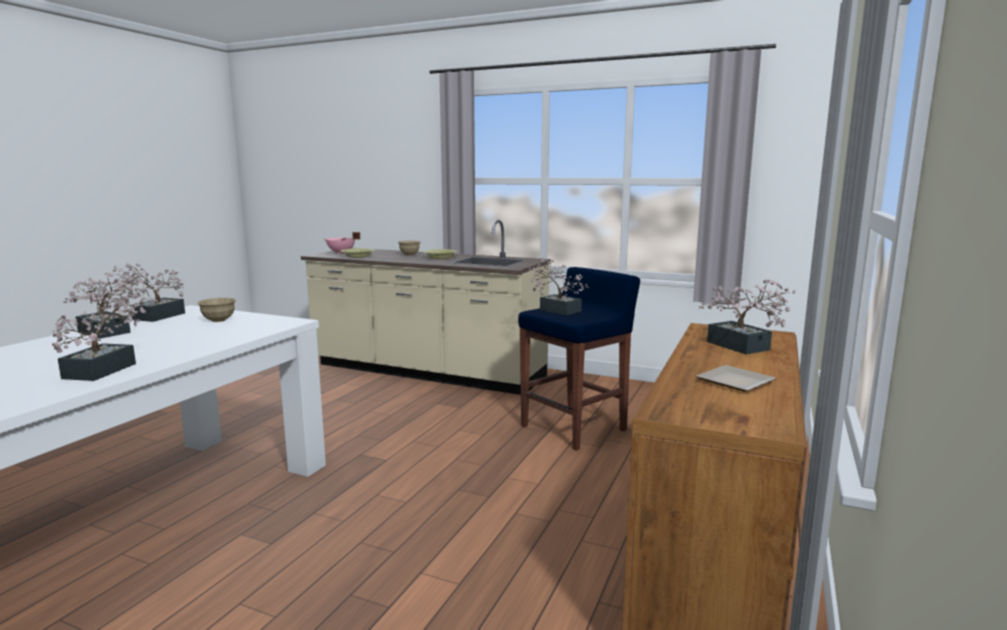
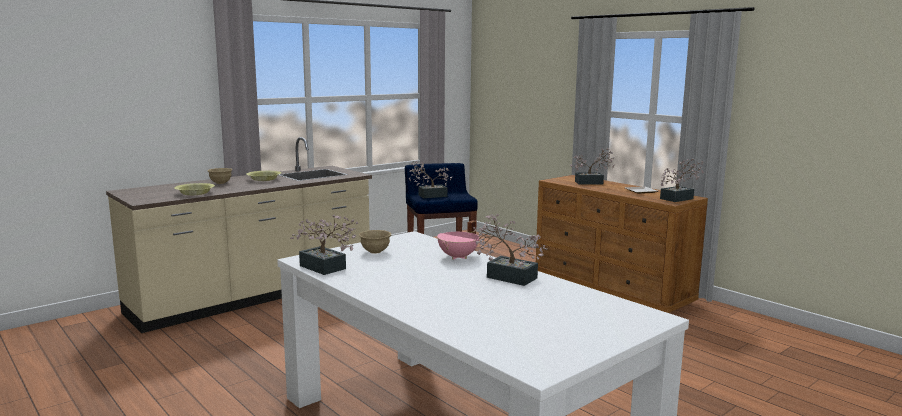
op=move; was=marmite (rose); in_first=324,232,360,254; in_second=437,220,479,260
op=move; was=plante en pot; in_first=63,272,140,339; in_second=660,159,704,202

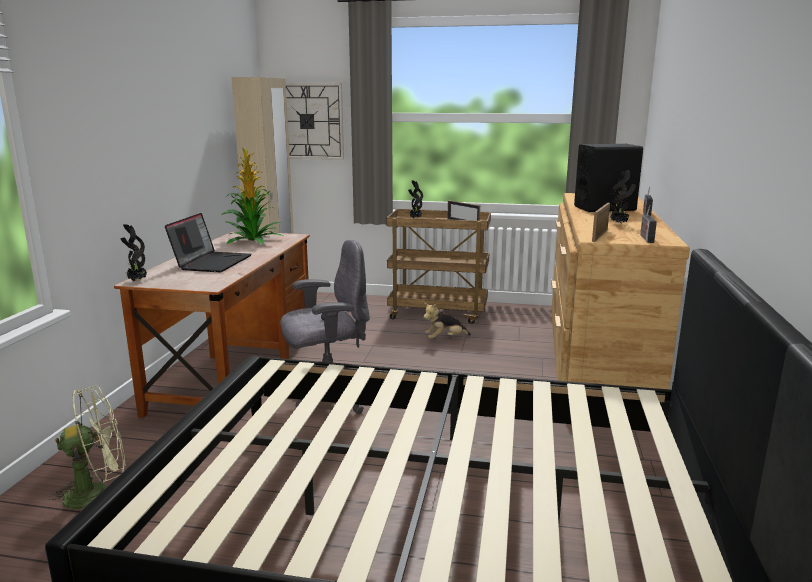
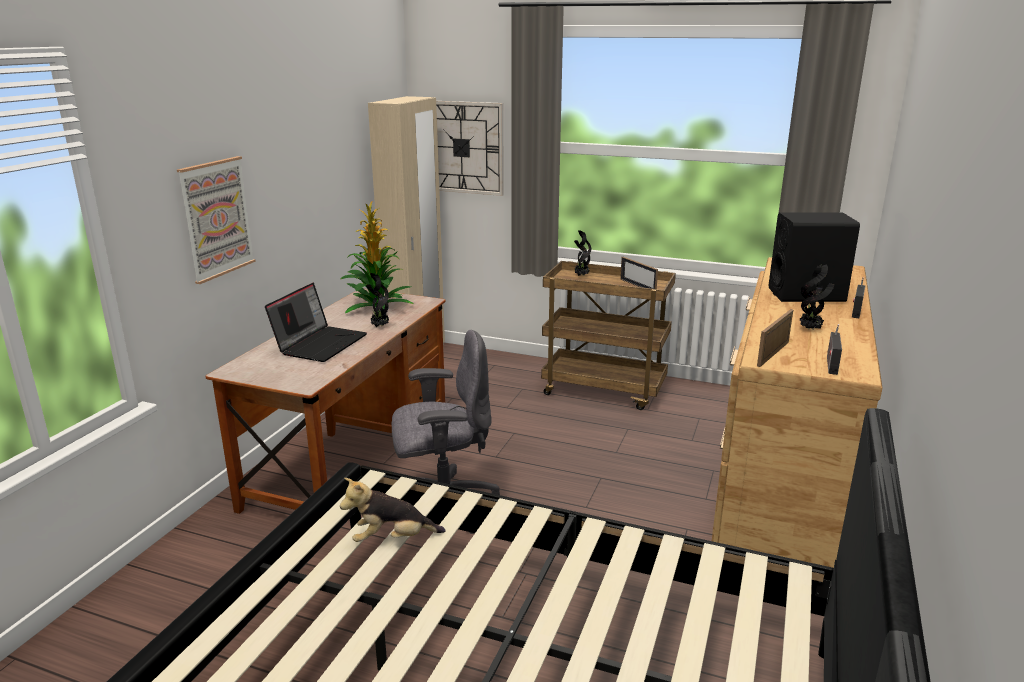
op=move; was=plante en pot; in_first=120,224,147,281; in_second=366,273,389,327
op=move; was=peluche; in_first=423,303,471,339; in_second=340,478,446,542
op=delete; was=ventilateur (vert); in_first=49,386,125,509
op=insert; now=tableau; in_second=177,156,256,284

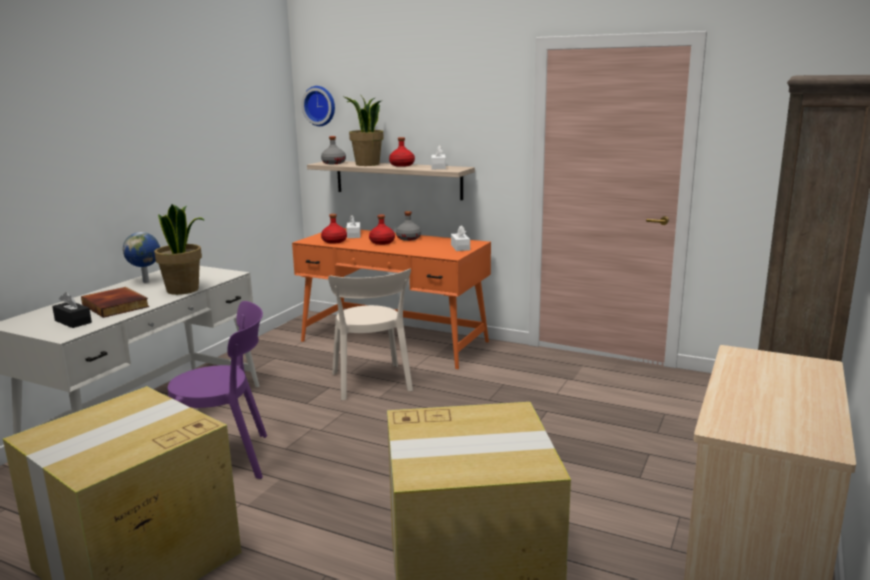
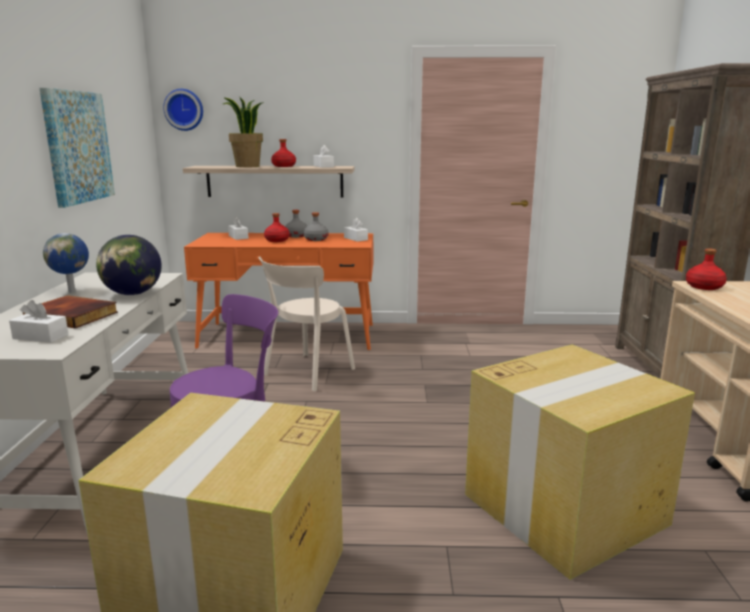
op=move; was=bouteille (gris); in_first=321,136,346,164; in_second=303,212,329,241
op=replace; was=plante en pot; now=globe; in_first=154,204,205,295; in_second=96,235,162,295
op=move; was=bouteille (rouge); in_first=321,214,347,244; in_second=686,248,727,290
op=rotate; was=chaise (beige); in_first=328,268,413,401; in_second=258,256,355,392; clockwise=75
op=recolor; was=boîte à mouchoirs (noir); now=boîte à mouchoirs (blanc); in_first=52,292,92,328; in_second=9,300,69,343
op=insert; now=tableau; in_second=39,88,115,208

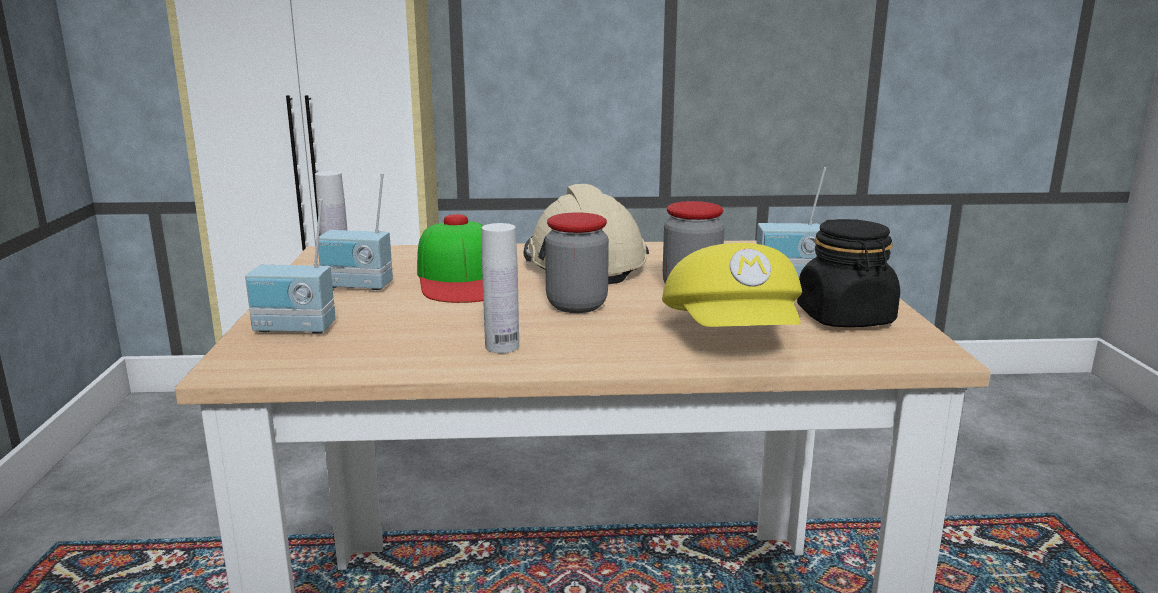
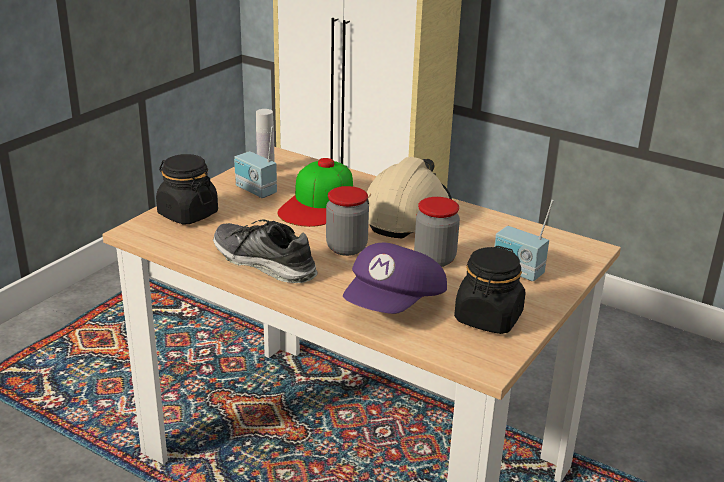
op=replace; was=radio; now=bocal (noir); in_first=245,199,336,333; in_second=156,154,218,224
op=replace; was=bouteille (blanc); now=chaussure; in_first=482,223,519,353; in_second=213,219,318,283
op=recolor; was=casquette (jaune); now=casquette (violet); in_first=662,243,802,327; in_second=343,243,447,314

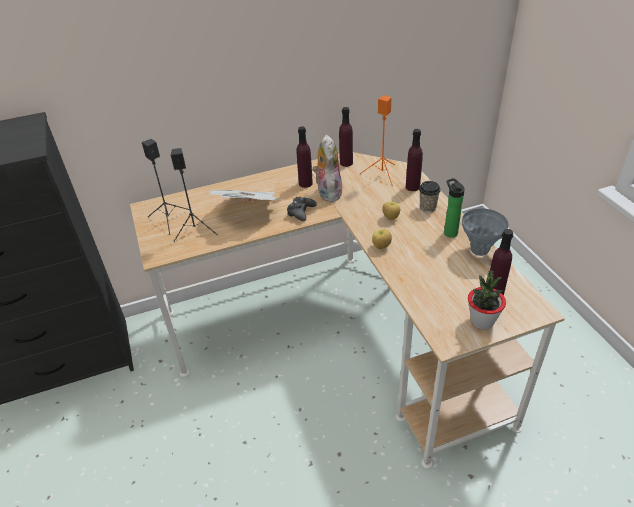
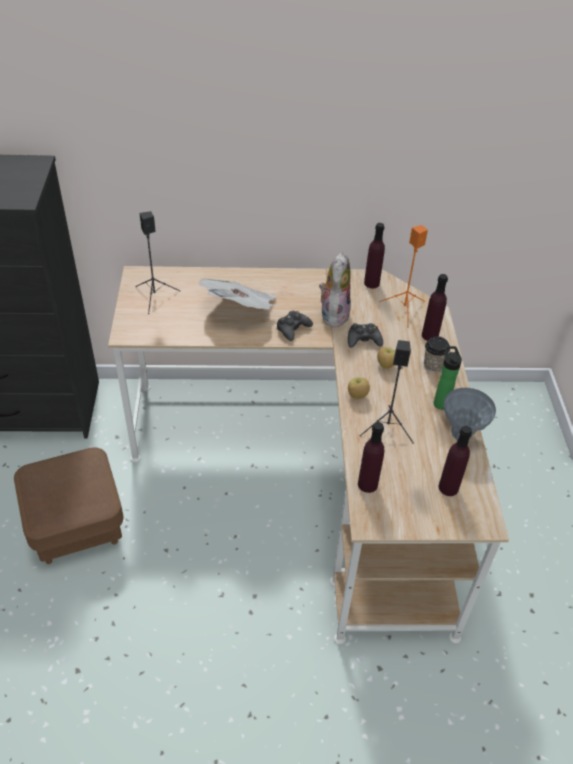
op=move; was=bouteille (violet); in_first=296,126,313,188; in_second=358,422,384,493
op=move; was=enceinte (noir); in_first=171,148,218,242; in_second=360,340,414,444
op=delete; was=plante en pot; in_first=468,271,506,330
op=insert; now=manette (noir); in_second=348,323,383,348
op=insert; now=pouf (marron); in_second=14,447,124,564

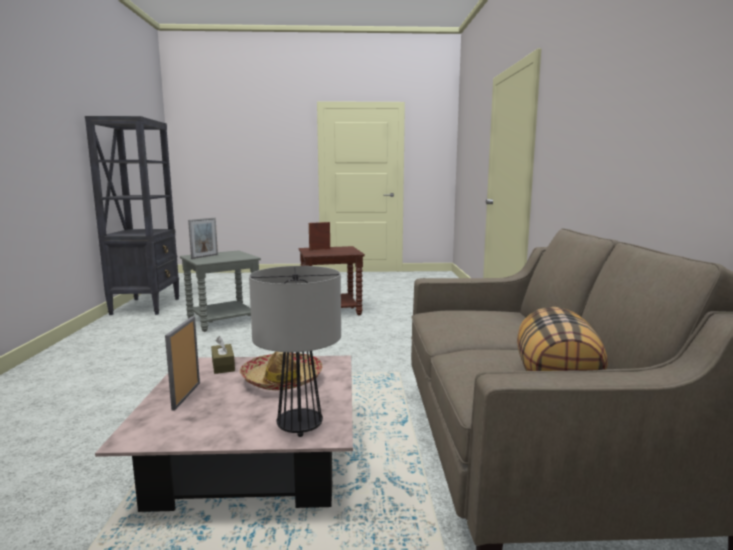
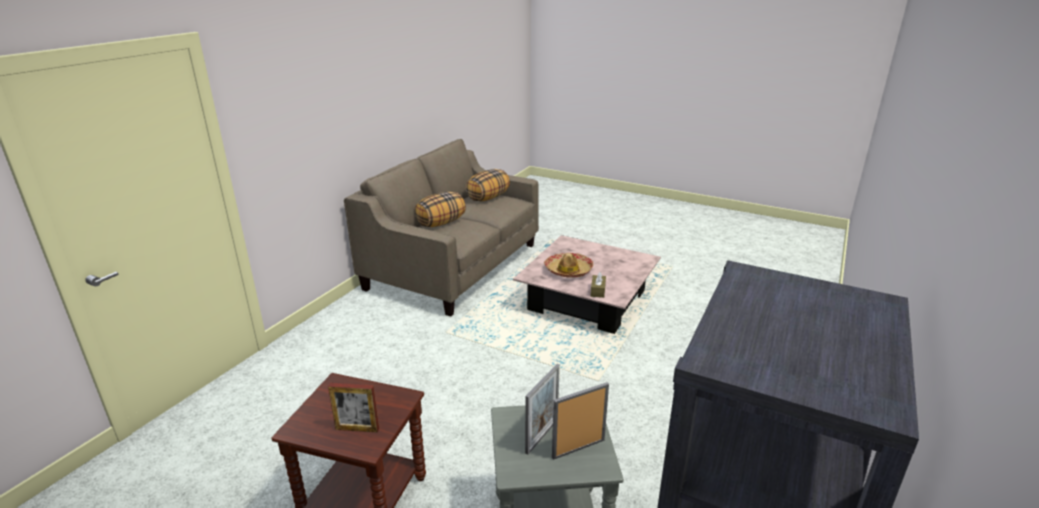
op=delete; was=lampe de table; in_first=249,266,341,437
op=move; was=cadre photo; in_first=165,316,200,411; in_second=525,364,560,455
op=insert; now=coussin; in_second=415,192,466,227

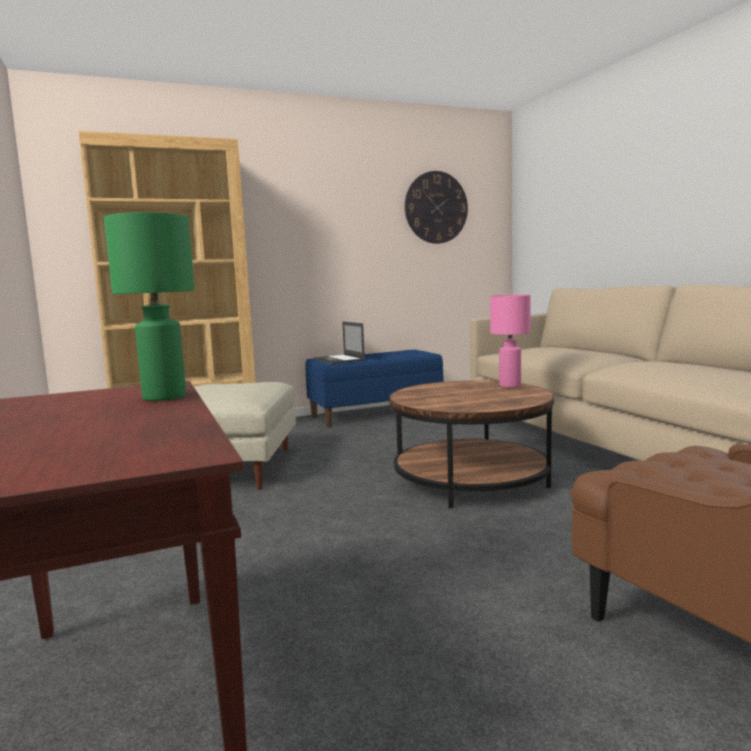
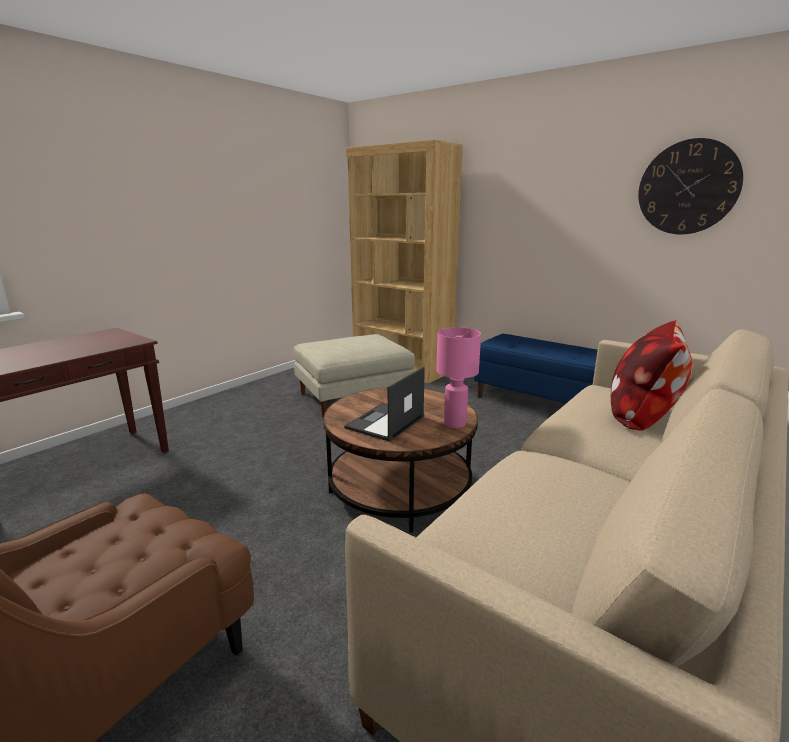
op=delete; was=lampe de table (vert); in_first=104,212,195,401
op=move; was=ordinateur portable; in_first=314,321,365,364; in_second=344,367,425,442
op=insert; now=coussin; in_second=611,320,693,431

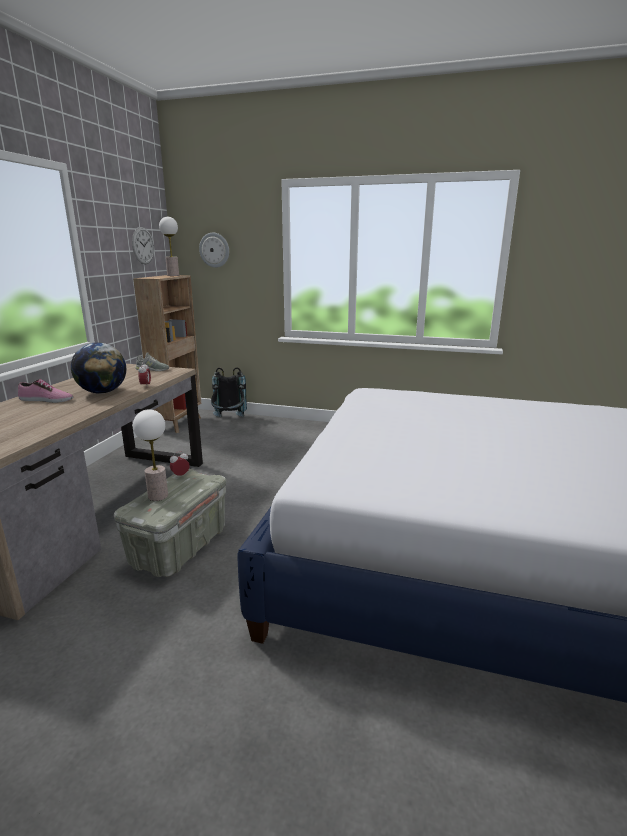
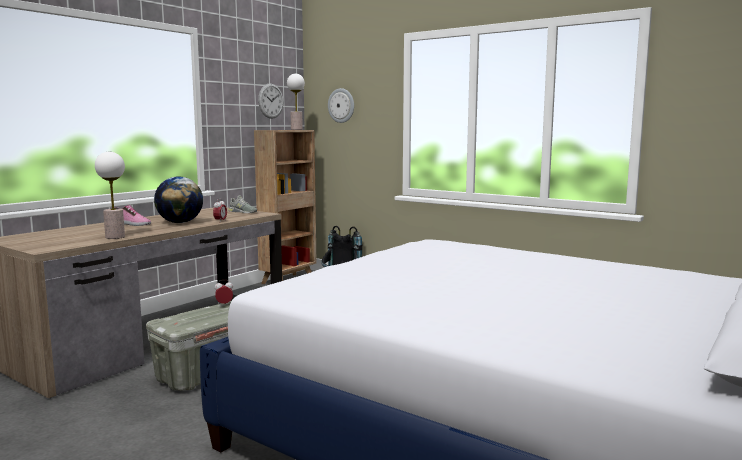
op=move; was=lampe de table; in_first=133,409,168,501; in_second=95,152,125,239

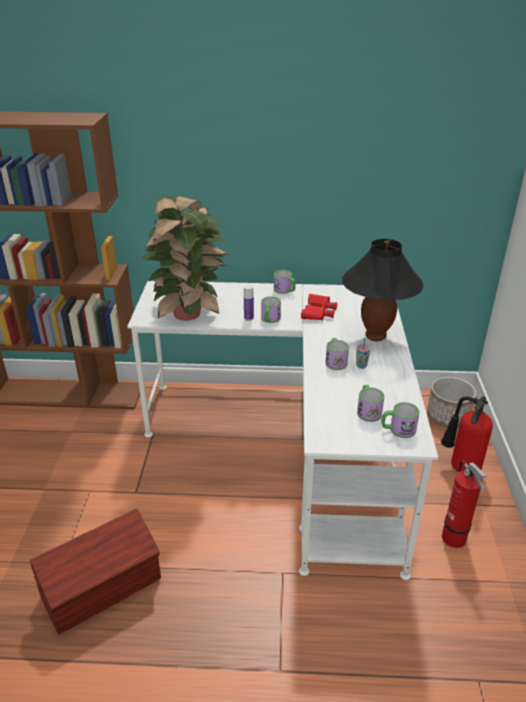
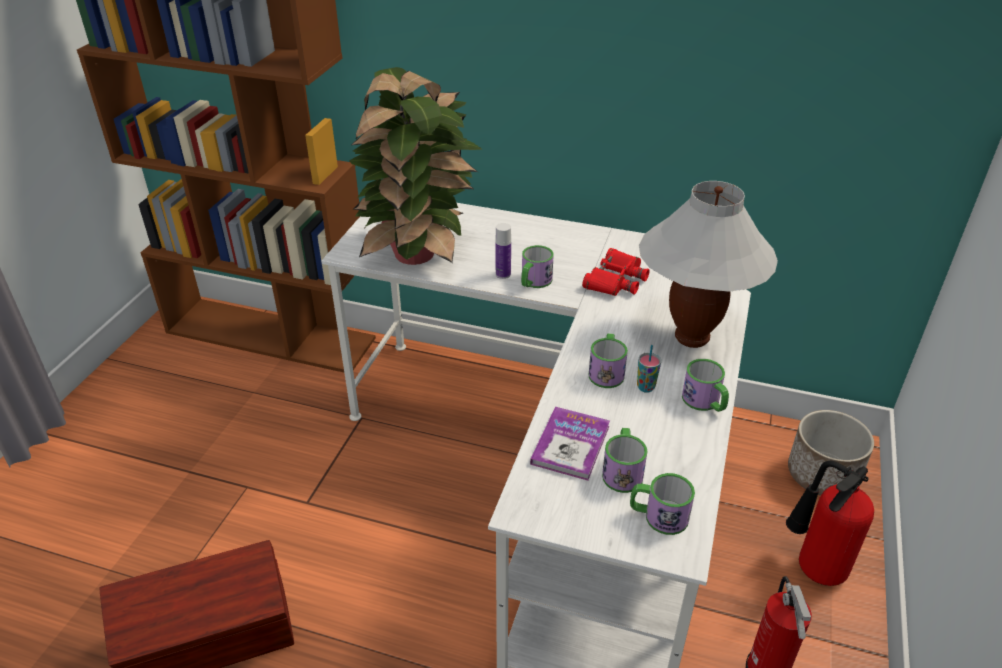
op=recolor; was=lampe de table (noir); now=lampe de table (blanc); in_first=342,239,424,341; in_second=639,181,778,348
op=move; was=mug; in_first=274,270,296,294; in_second=682,359,729,412
op=insert; now=livre; in_second=530,407,610,481

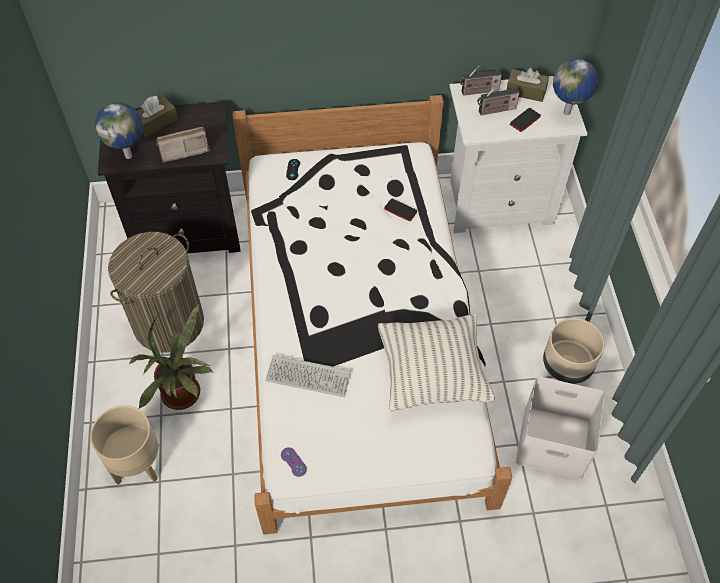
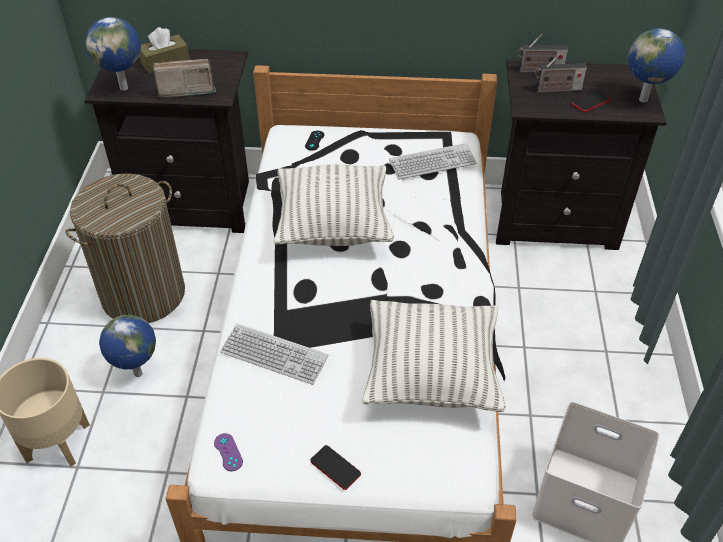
op=delete; was=boîte à mouchoirs (marron); in_first=507,68,549,102
op=recolor; was=table de chevet (blanc); now=table de chevet (noir); in_first=450,76,587,233; in_second=496,60,667,250
op=move; was=téléphone; in_first=384,199,417,221; in_second=310,445,361,490
op=replace; was=plante en pot; now=globe; in_first=129,304,213,410; in_second=99,315,156,377
op=delete; was=cache-pot (beige); in_first=543,318,604,384
op=insert; now=clavier; in_second=389,143,477,180
op=insert; now=coussin; in_second=274,164,394,246

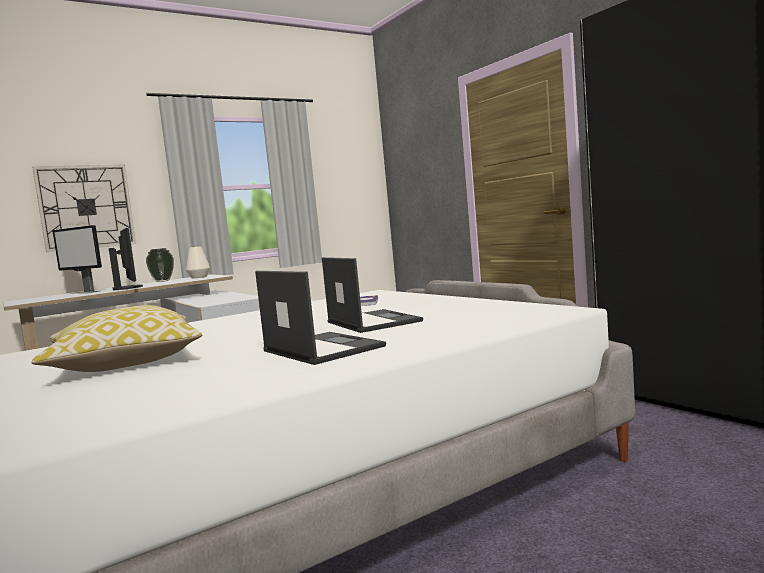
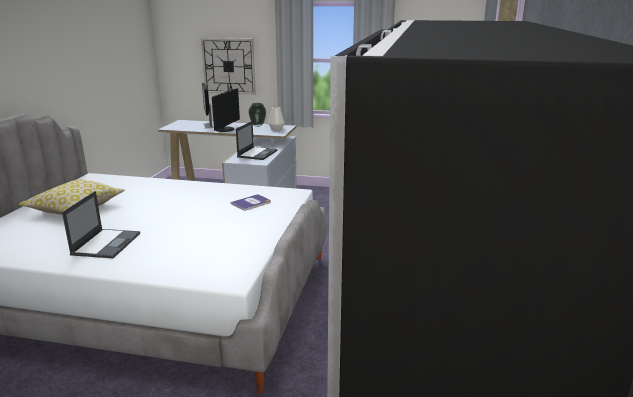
op=move; was=ordinateur portable; in_first=322,257,423,333; in_second=236,121,278,160

